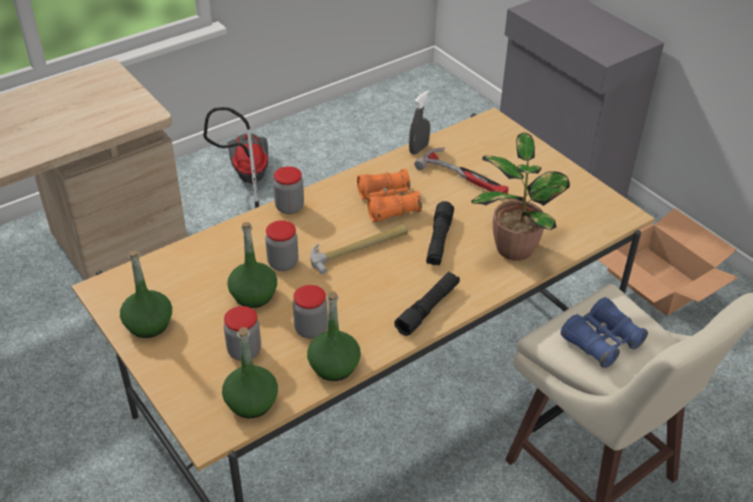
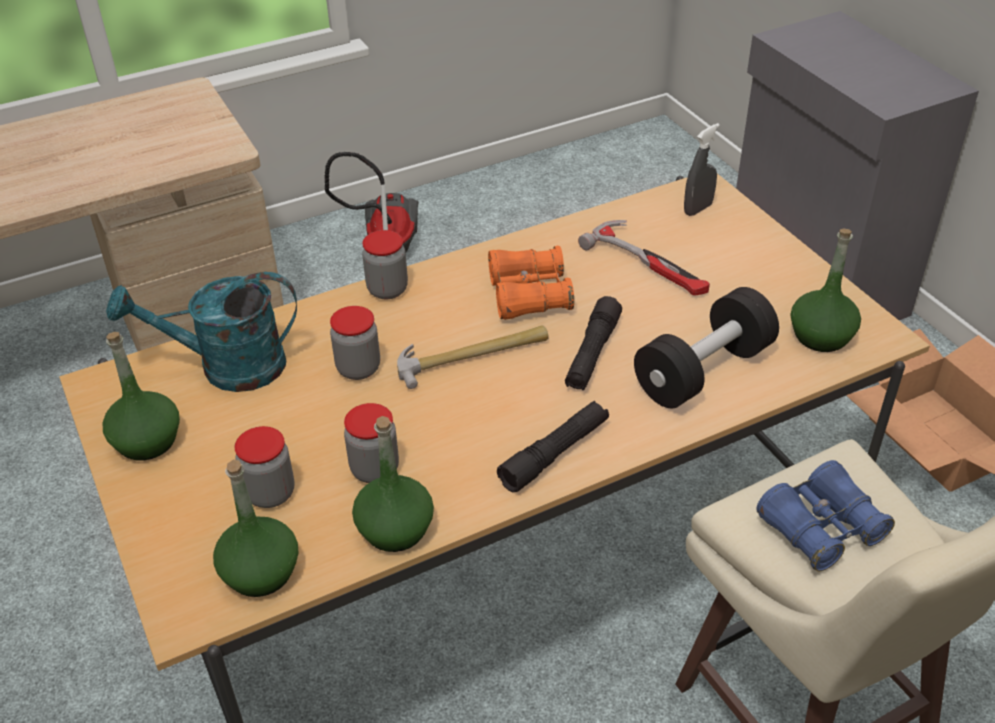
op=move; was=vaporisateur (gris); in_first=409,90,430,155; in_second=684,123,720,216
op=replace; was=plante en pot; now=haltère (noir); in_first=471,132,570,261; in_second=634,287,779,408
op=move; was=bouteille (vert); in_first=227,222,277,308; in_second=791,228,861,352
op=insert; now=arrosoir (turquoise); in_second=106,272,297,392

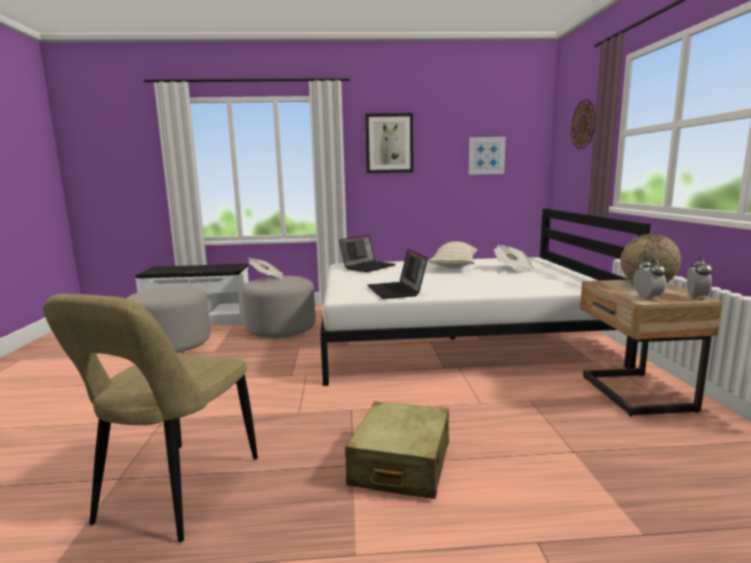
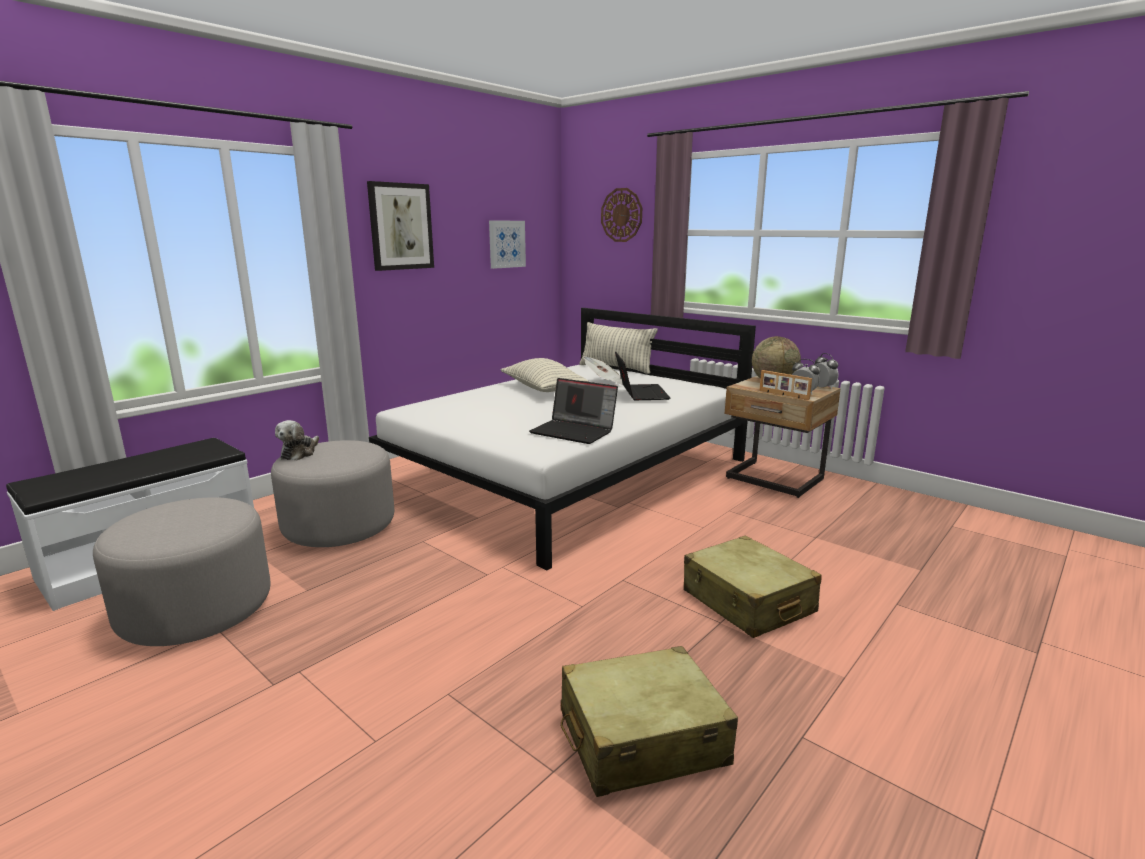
op=move; was=ordinateur portable; in_first=339,235,396,272; in_second=615,352,670,400
op=replace; was=journal; now=peluche; in_first=248,258,283,279; in_second=275,420,319,460
op=replace; was=chaise (beige); now=valise (beige); in_first=43,294,258,542; in_second=561,646,738,797
op=insert; now=coussin; in_second=580,322,658,374
op=insert; now=cadre photo; in_second=759,370,812,400

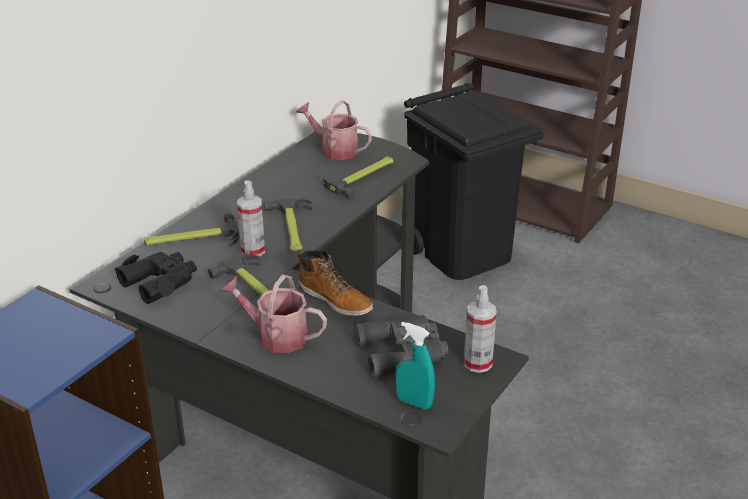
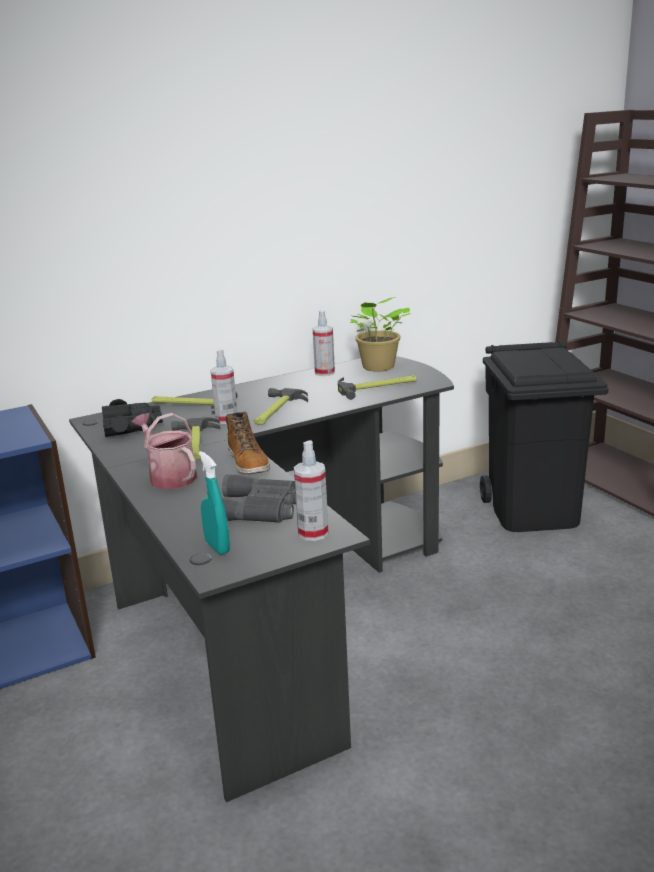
op=replace; was=arrosoir; now=plante en pot; in_first=296,100,372,160; in_second=350,297,411,372
op=insert; now=vaporisateur; in_second=313,310,335,376

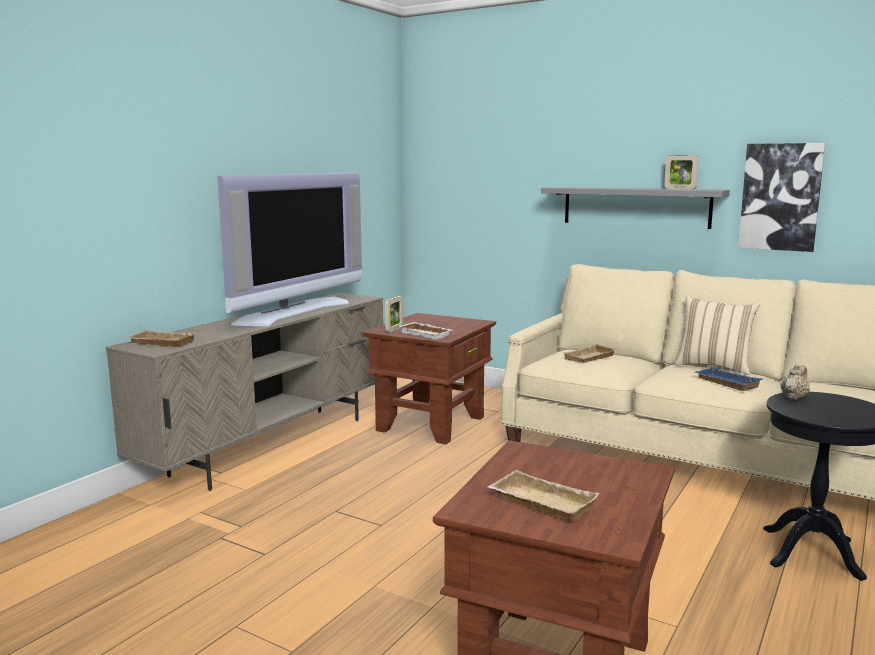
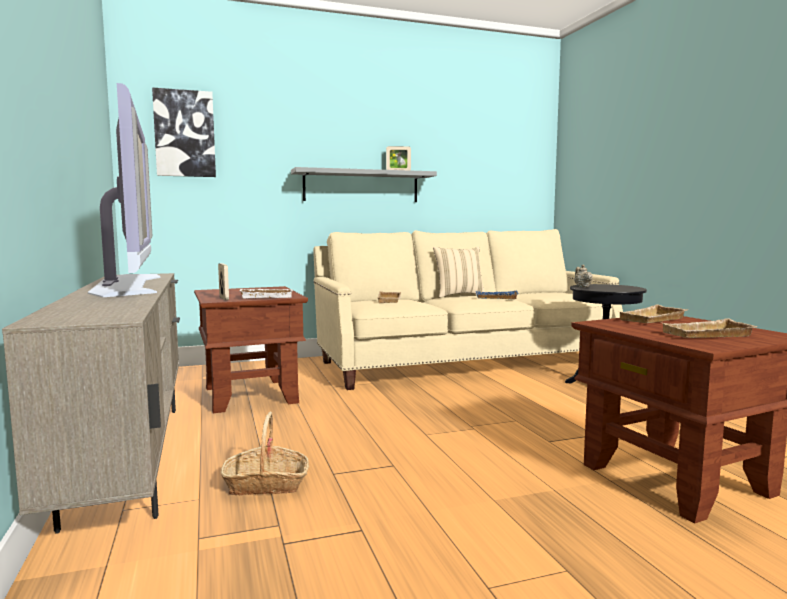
op=move; was=tableau; in_first=738,143,825,252; in_second=152,88,216,177
op=move; was=plateau (beige); in_first=126,330,196,347; in_second=620,304,688,323
op=insert; now=panier; in_second=221,412,309,495

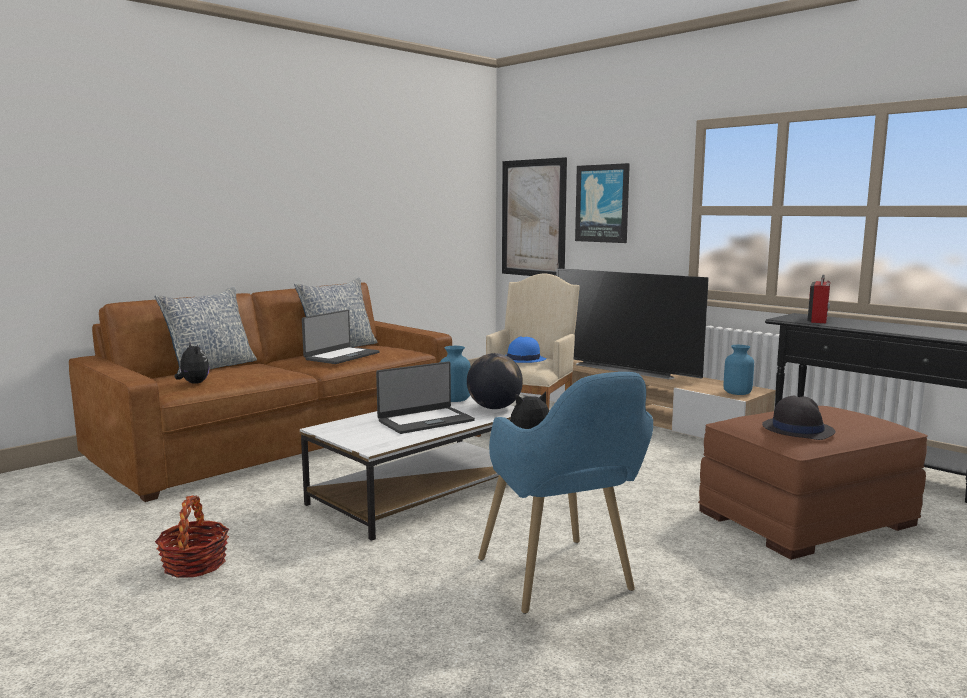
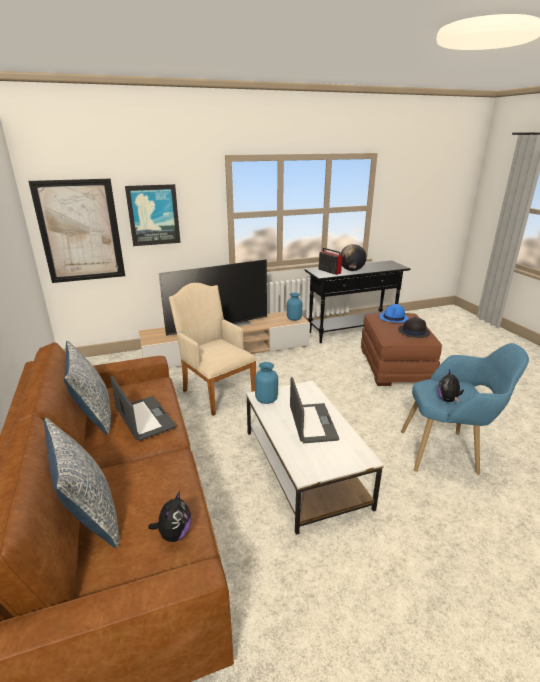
op=move; was=chapeau (bleu); in_first=506,336,547,363; in_second=379,304,409,323
op=rotate; was=peluche; in_first=175,342,209,384; in_second=148,491,191,542; clockwise=120
op=move; was=globe; in_first=467,353,523,409; in_second=340,244,367,271
op=delete; was=panier; in_first=155,495,229,578

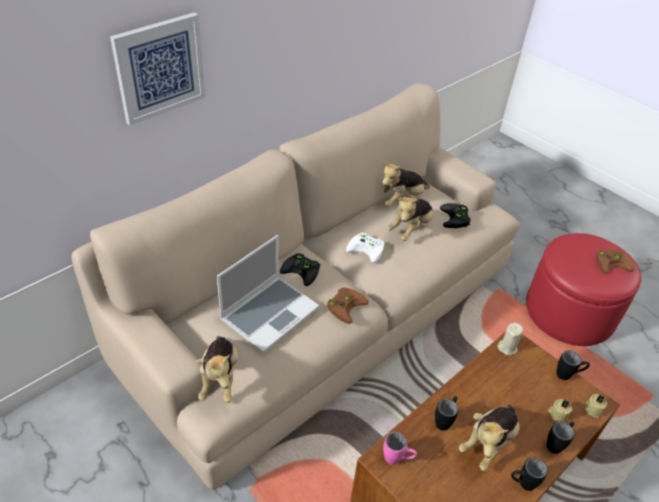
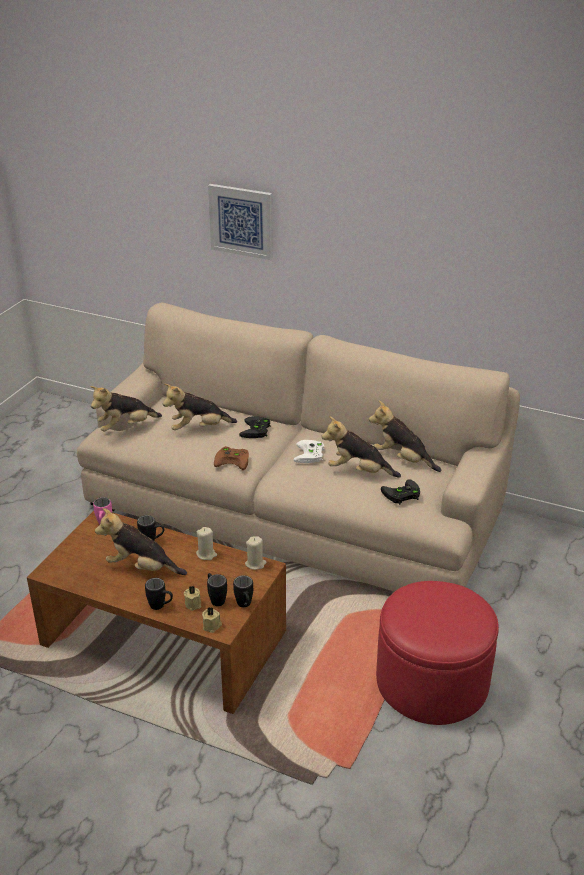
op=replace; was=ordinateur portable; now=peluche; in_first=217,235,319,353; in_second=163,384,237,430
op=delete; was=manette (marron); in_first=596,249,634,274
op=move; was=mug (noir); in_first=511,458,548,491; in_second=207,573,227,606
op=insert; now=bougie (beige); in_second=196,527,217,560

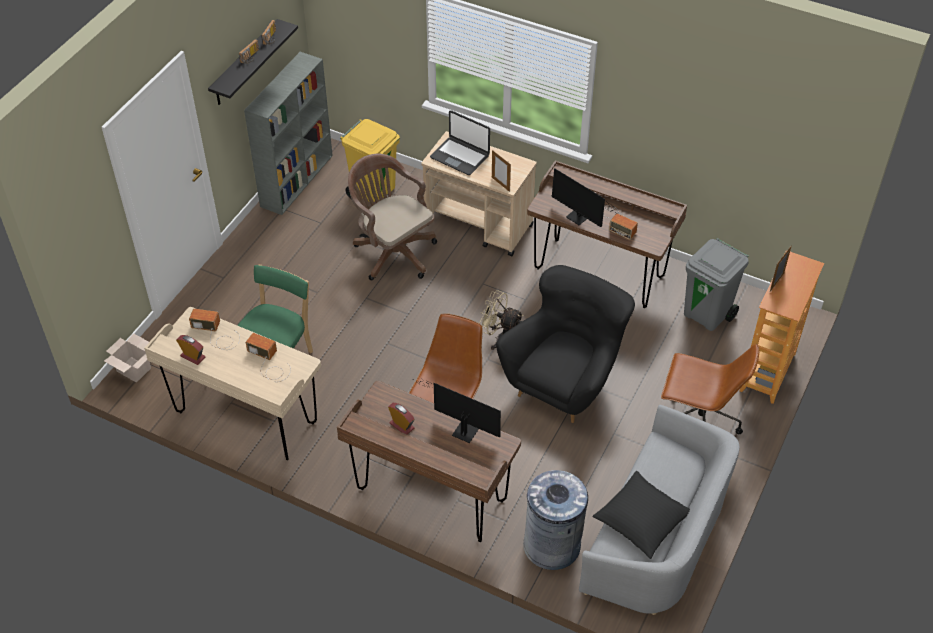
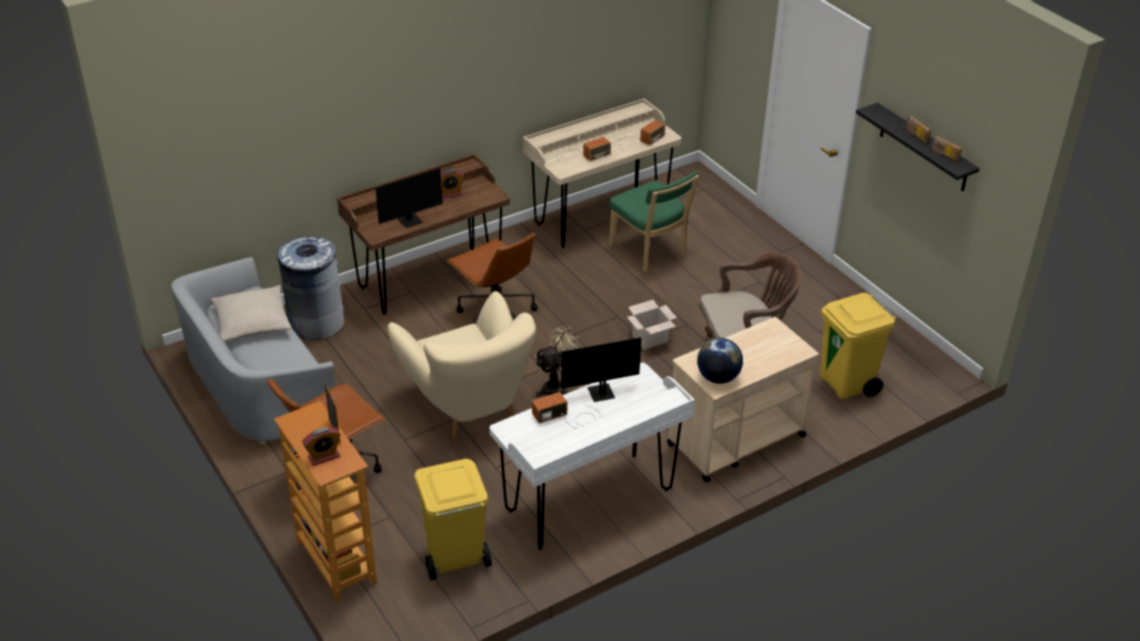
op=delete; was=bibliothèque (gris); in_first=244,52,333,215
op=delete; was=ordinateur portable; in_first=430,110,490,175
op=delete; was=cadre photo; in_first=492,150,511,192
op=recolor; was=bureau (marron); now=bureau (blanc); in_first=527,160,687,308; in_second=489,363,695,550
op=recolor; was=poubelle (gris); now=poubelle (jaune); in_first=684,238,749,331; in_second=415,459,492,580
op=recolor; was=fauteuil (noir); now=fauteuil (beige); in_first=496,265,635,423; in_second=388,291,536,440
op=move; was=carton; in_first=104,334,151,383; in_second=627,300,677,350
op=move; was=réveil; in_first=176,335,205,365; in_second=302,427,341,466
op=recolor; was=coussin (noir); now=coussin (beige); in_first=592,471,690,559; in_second=211,285,292,341
op=insert; now=globe; in_second=697,338,743,384

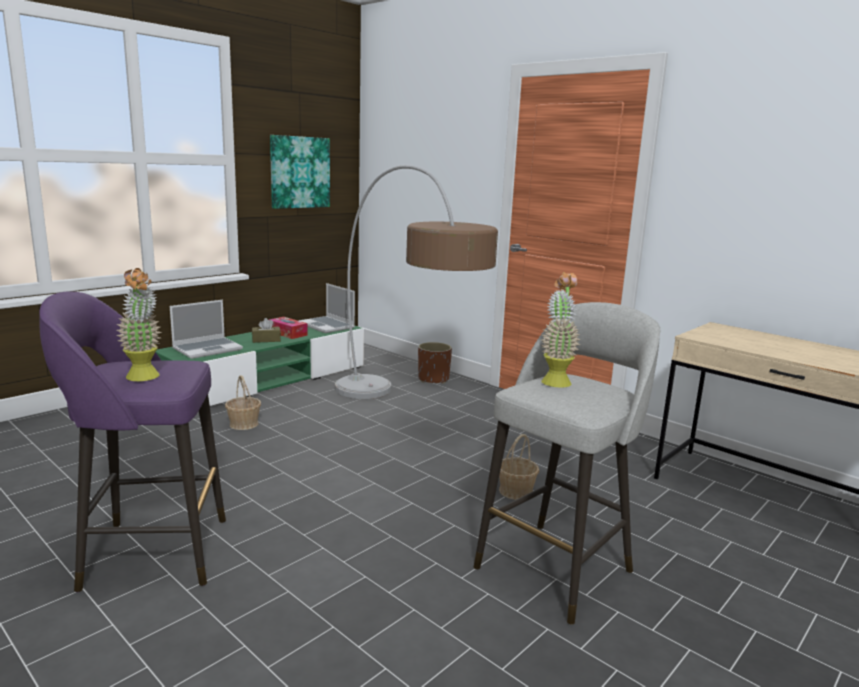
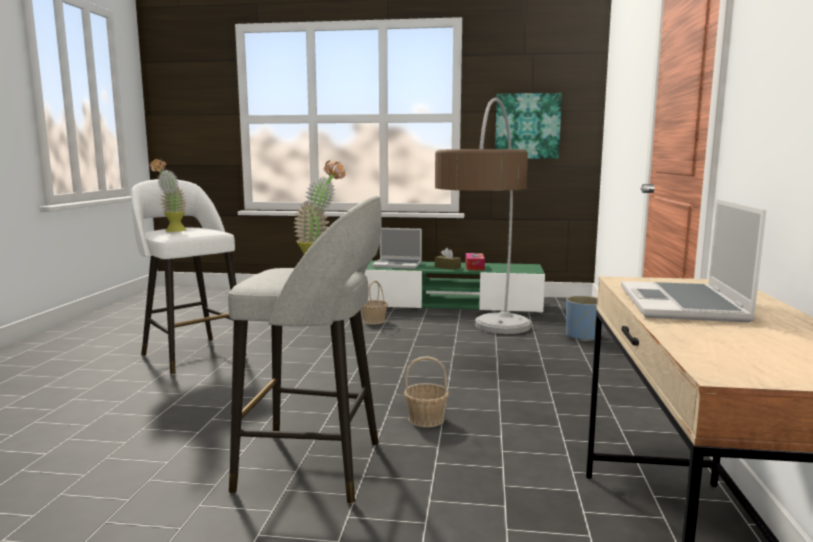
op=move; was=ordinateur portable; in_first=299,283,355,333; in_second=621,199,766,323
op=recolor; was=tabouret (violet); now=tabouret (blanc); in_first=39,291,226,592; in_second=131,179,237,375
op=recolor; was=cache-pot (marron); now=cache-pot (bleu); in_first=418,342,452,384; in_second=566,296,602,342

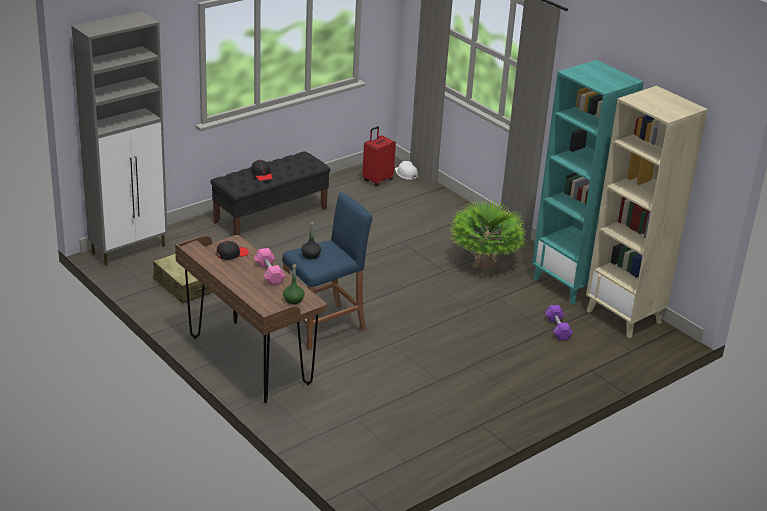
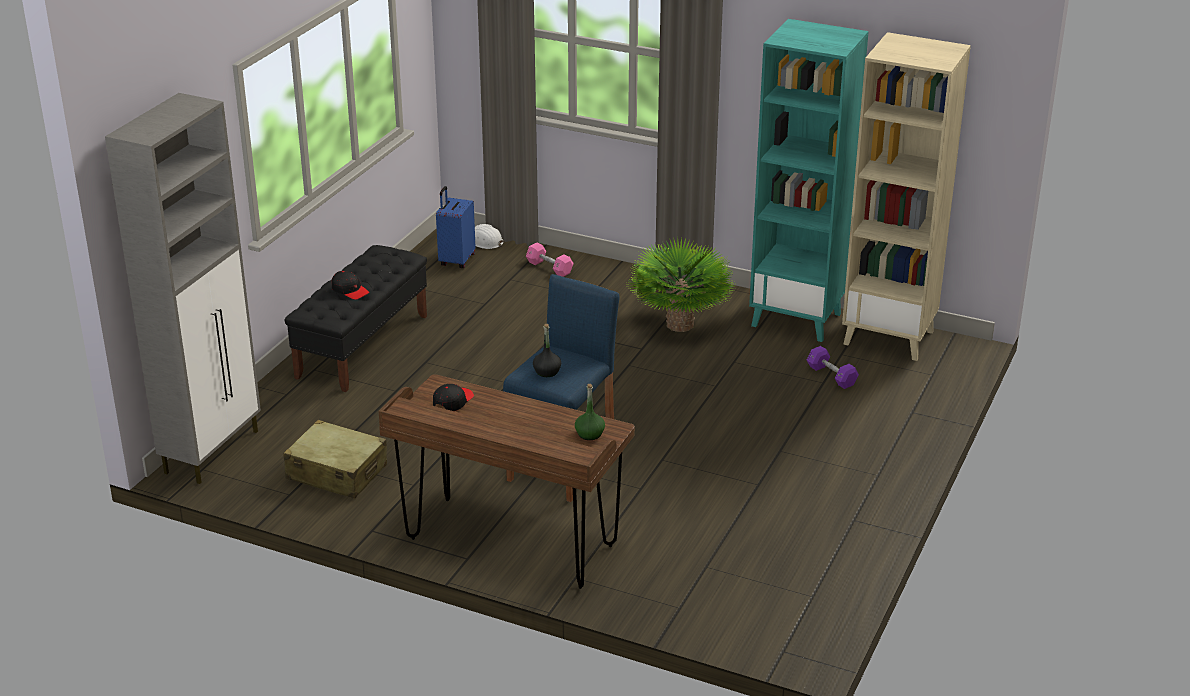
op=recolor; was=valise (rouge); now=valise (bleu); in_first=362,126,396,186; in_second=436,186,475,268
op=move; was=haltère (rose); in_first=254,248,285,285; in_second=526,243,574,277

